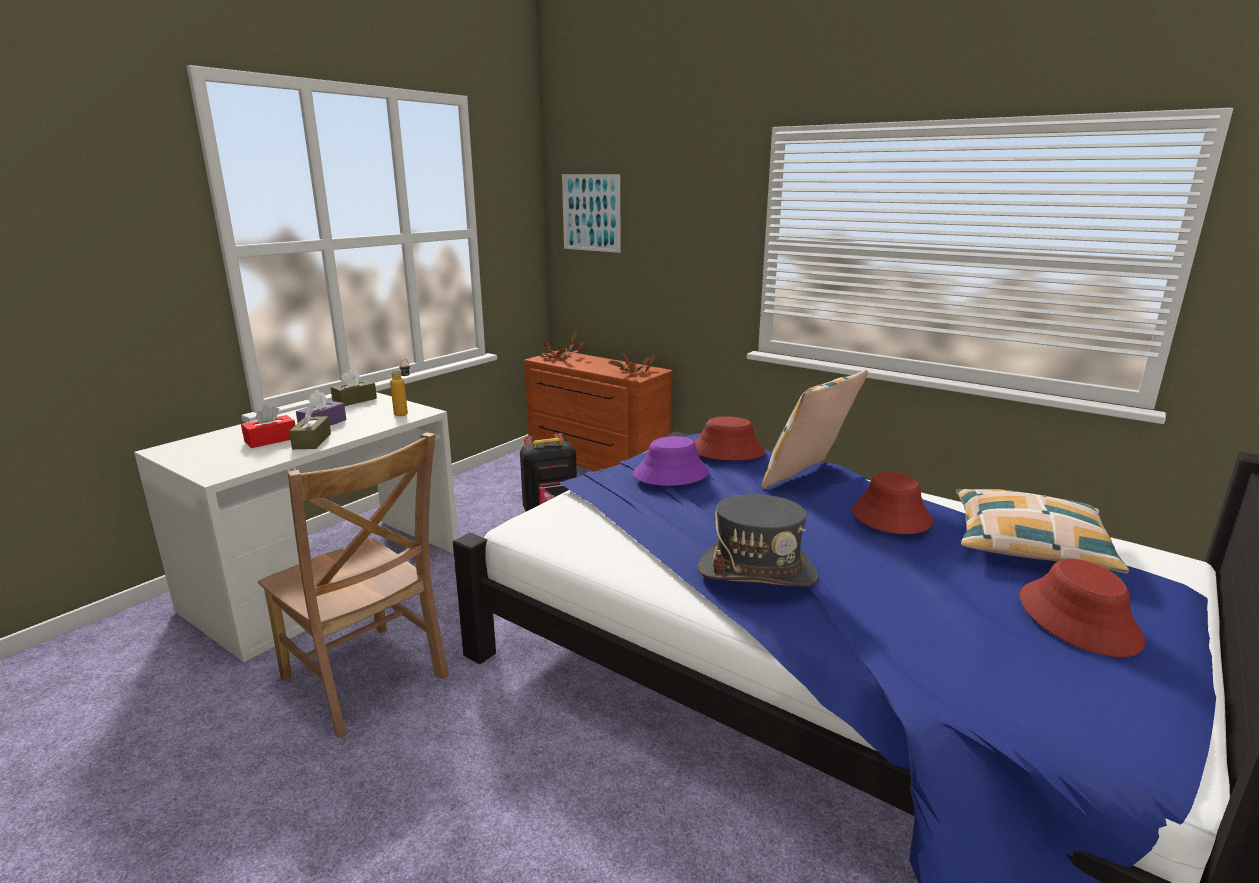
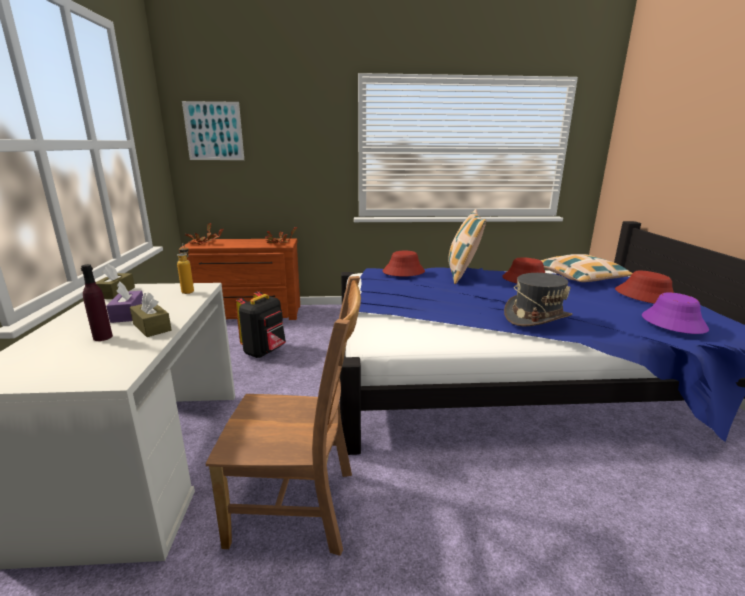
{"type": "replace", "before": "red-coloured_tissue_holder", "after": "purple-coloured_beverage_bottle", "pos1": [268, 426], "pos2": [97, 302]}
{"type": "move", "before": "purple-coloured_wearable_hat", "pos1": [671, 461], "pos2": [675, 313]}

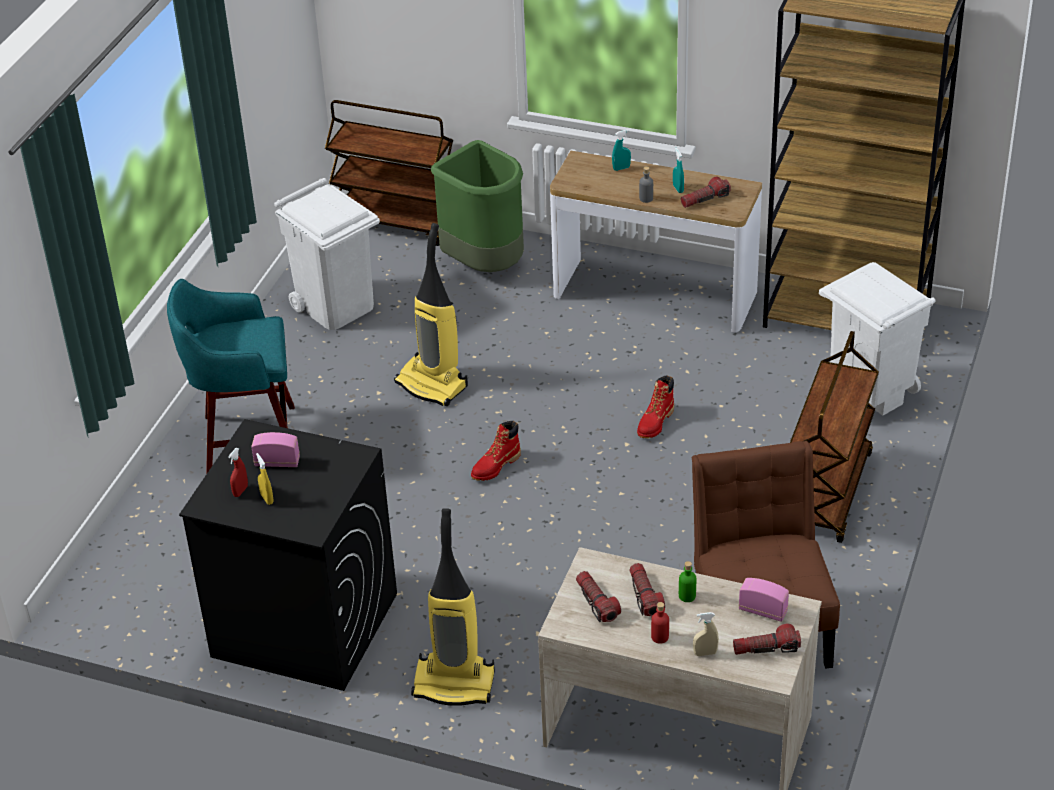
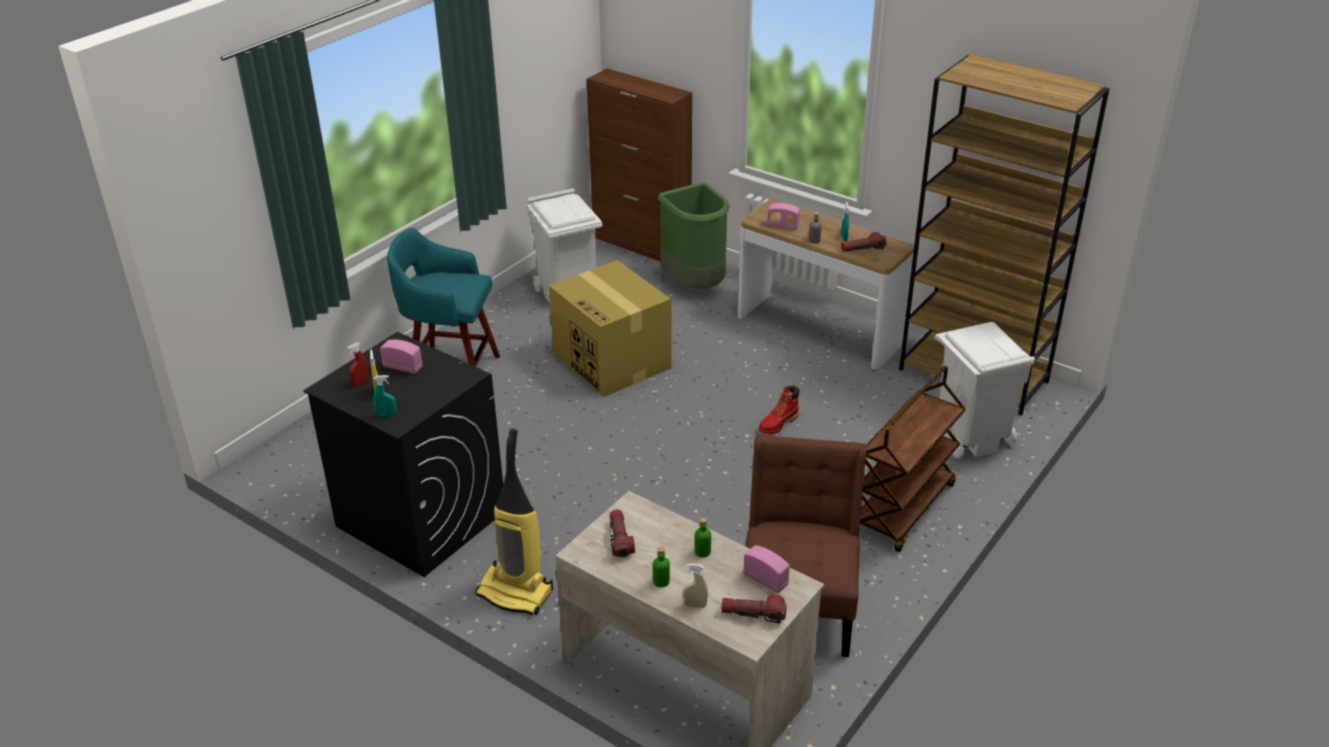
{"type": "replace", "before": "brownish_trolley", "after": "brownish_cupboard", "pos1": [389, 173], "pos2": [639, 165]}
{"type": "move", "before": "blue-green_hand_sprayer", "pos1": [621, 150], "pos2": [385, 396]}
{"type": "replace", "before": "vacuum_cleaner", "after": "packing_box", "pos1": [431, 314], "pos2": [610, 328]}
{"type": "delete", "before": "red-coloured_tall_boot", "pos1": [496, 451]}
{"type": "delete", "before": "flashlight", "pos1": [647, 589]}
{"type": "recolor", "before": "red-coloured_beverage_bottle", "after": "greenish_beverage_bottle", "pos1": [660, 623], "pos2": [661, 567]}
{"type": "insert", "after": "radio", "pos2": [783, 216]}

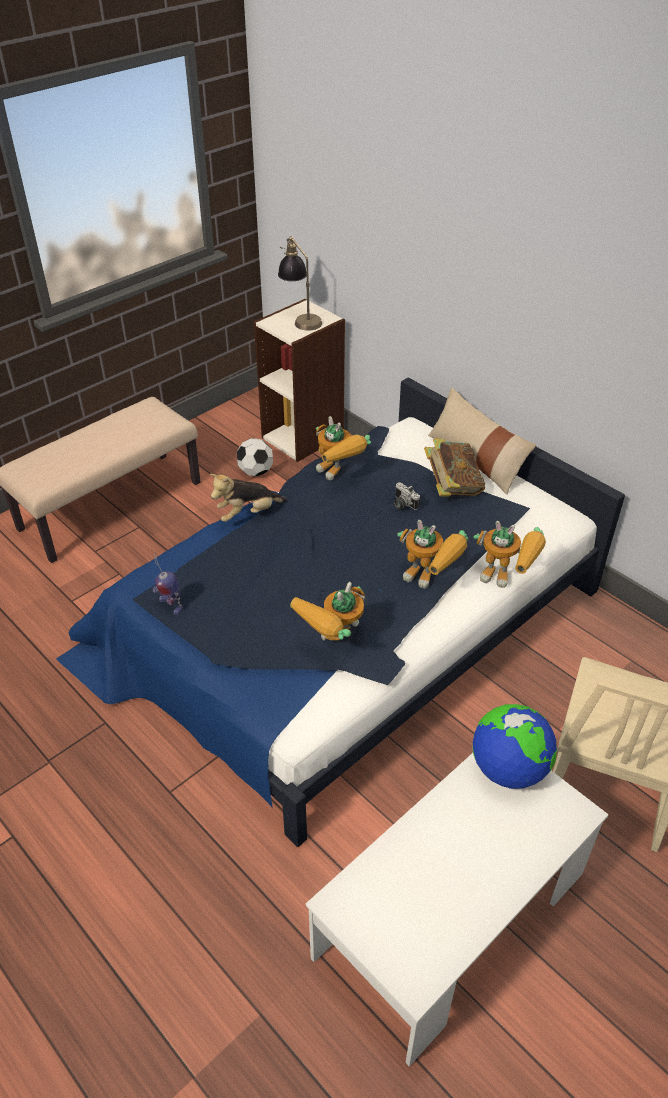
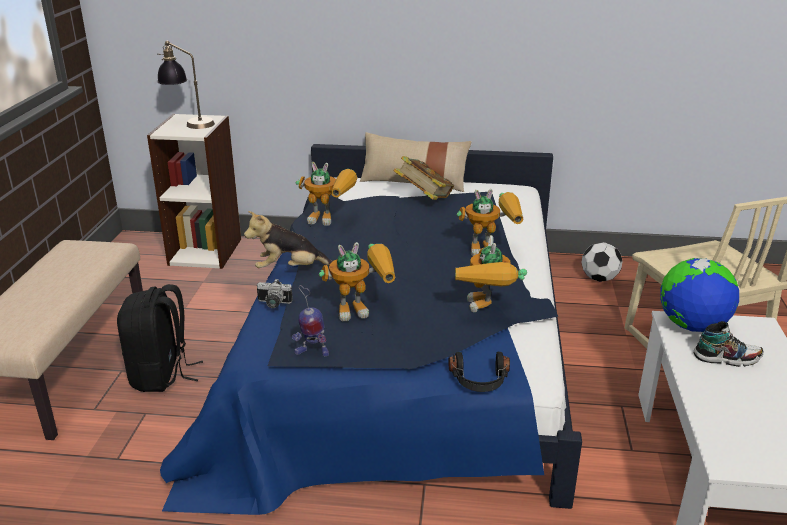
{"type": "move", "before": "football_ball", "pos1": [255, 457], "pos2": [602, 262]}
{"type": "rotate", "before": "soft_toy", "pos1": [248, 498], "pos2": [288, 239], "turn": 60}
{"type": "move", "before": "photo_camera", "pos1": [407, 496], "pos2": [275, 293]}
{"type": "move", "before": "toy_robot", "pos1": [510, 554], "pos2": [357, 281]}
{"type": "insert", "after": "blackish_rucksack", "pos2": [160, 338]}
{"type": "insert", "after": "low_shoe", "pos2": [729, 344]}
{"type": "insert", "after": "blackish_pair_of_headphones", "pos2": [479, 372]}

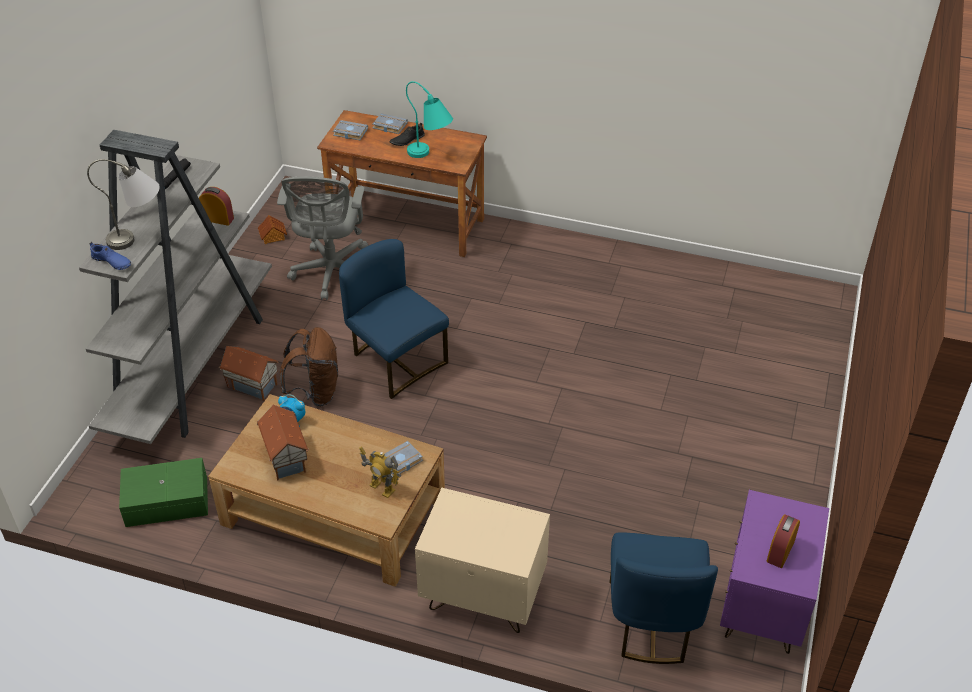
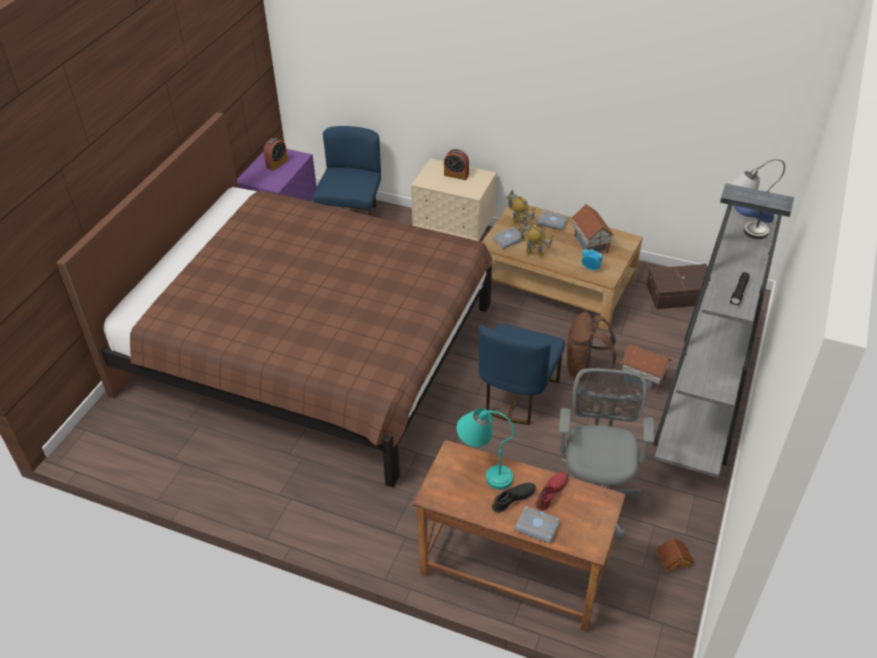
{"type": "move", "before": "gray_book", "pos1": [350, 130], "pos2": [553, 220]}
{"type": "move", "before": "table_clock", "pos1": [216, 206], "pos2": [456, 164]}
{"type": "rotate", "before": "blue-coloured_upright_chair", "pos1": [394, 319], "pos2": [522, 374], "turn": 60}
{"type": "recolor", "before": "greenish_storage_bin", "after": "brownish_storage_bin", "pos1": [163, 492], "pos2": [677, 286]}
{"type": "insert", "after": "brownish_sleeping_bed", "pos2": [274, 299]}
{"type": "insert", "after": "toy_robot", "pos2": [536, 240]}
{"type": "insert", "after": "red-coloured_low_shoe", "pos2": [552, 491]}

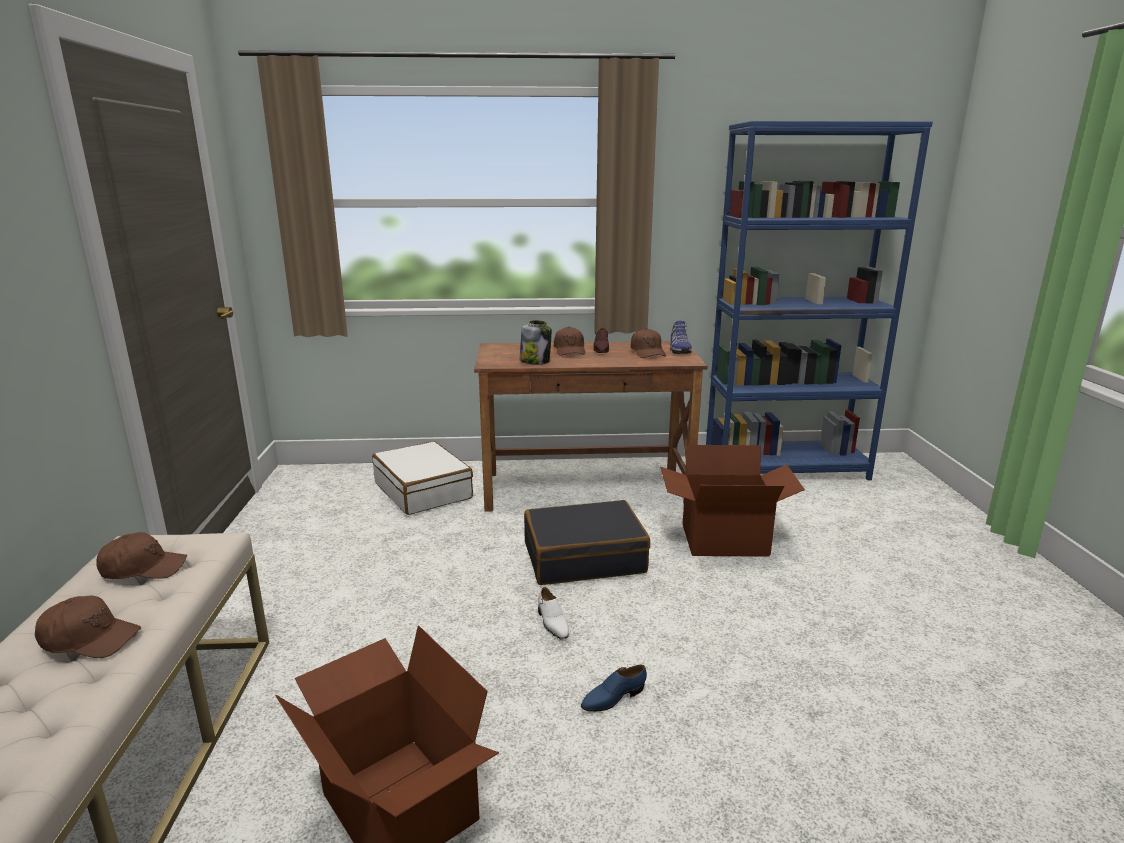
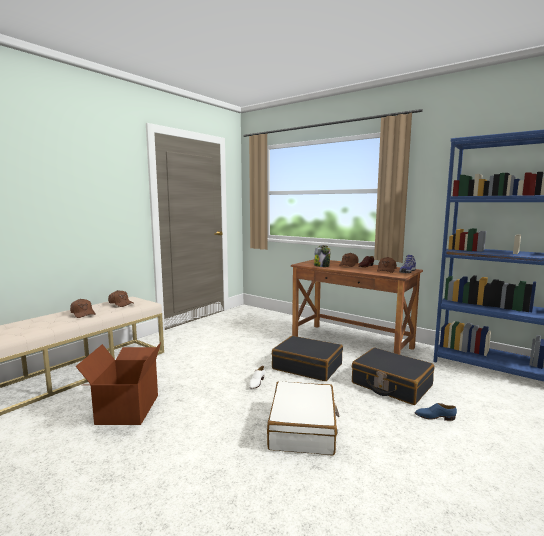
{"type": "move", "before": "whitish_suitcase", "pos1": [422, 478], "pos2": [303, 418]}
{"type": "replace", "before": "packing_box", "after": "blackish_suitcase", "pos1": [732, 501], "pos2": [393, 376]}
{"type": "move", "before": "blue-coloured_low_shoe", "pos1": [614, 688], "pos2": [436, 412]}

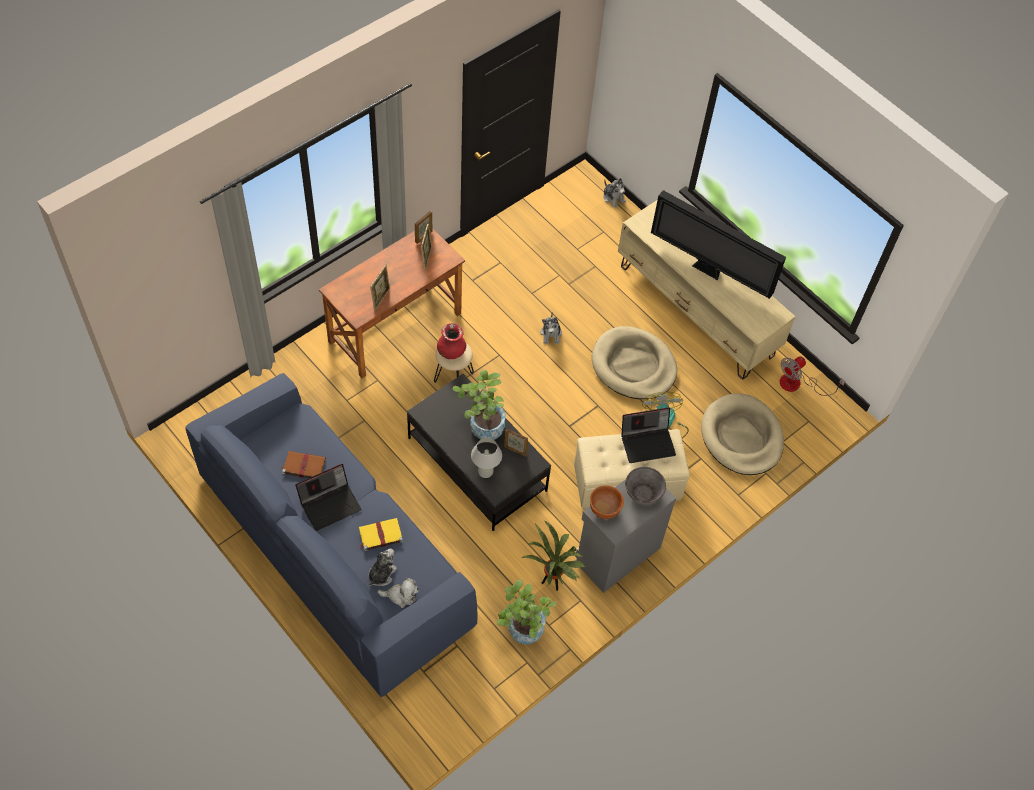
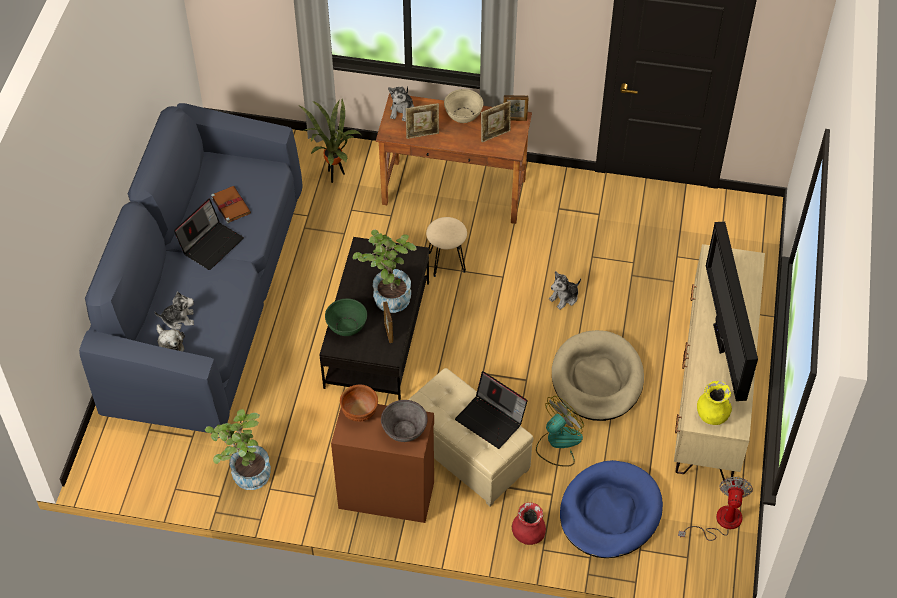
{"type": "move", "before": "soft_toy", "pos1": [614, 193], "pos2": [401, 104]}
{"type": "move", "before": "red-coloured_flower_vase", "pos1": [451, 341], "pos2": [529, 523]}
{"type": "rotate", "before": "cooling_fan", "pos1": [812, 376], "pos2": [715, 509], "turn": 90}
{"type": "recolor", "before": "beige-coloured_dog_bed", "after": "blue-coloured_dog_bed", "pos1": [742, 434], "pos2": [611, 509]}
{"type": "replace", "before": "whitish_lamp_for_a_table", "after": "greenish_bowl", "pos1": [486, 457], "pos2": [346, 317]}
{"type": "rotate", "before": "laptop", "pos1": [329, 497], "pos2": [209, 234], "turn": -75}
{"type": "recolor", "before": "gray_cupboard", "after": "brownish_cupboard", "pos1": [625, 529], "pos2": [382, 463]}
{"type": "delete", "before": "yellow-coloured_book", "pos1": [381, 534]}
{"type": "move", "before": "potted_plant", "pos1": [553, 555], "pos2": [330, 141]}
{"type": "insert", "after": "beige-coloured_bowl", "pos2": [463, 106]}
{"type": "insert", "after": "yellow-coloured_flower_vase", "pos2": [714, 403]}

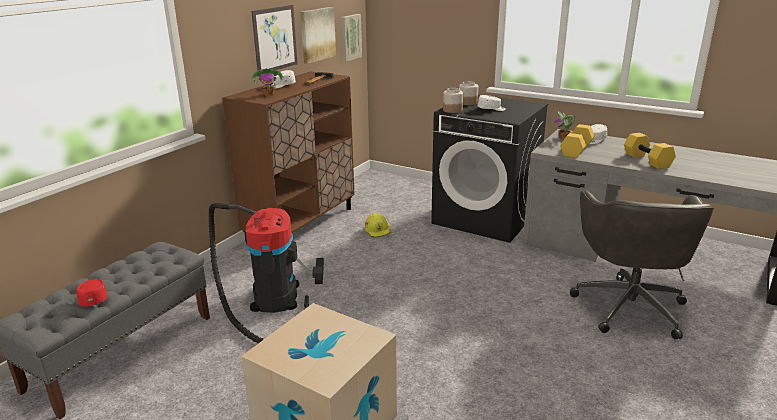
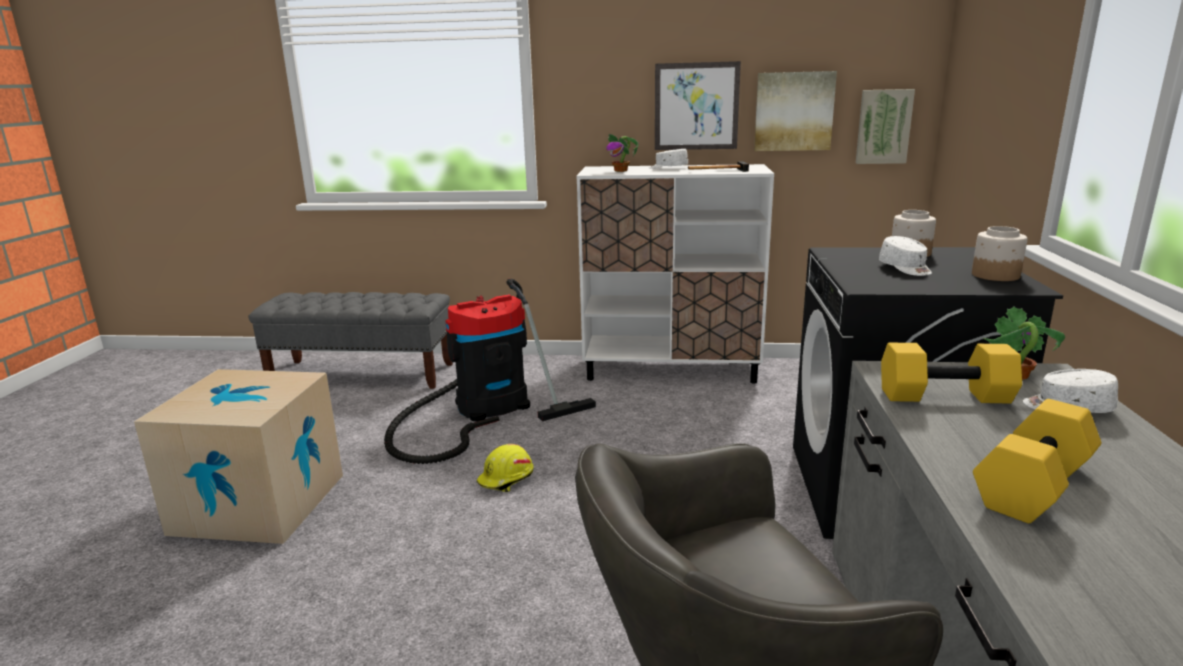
{"type": "recolor", "before": "brownish_cupboard", "after": "whitish_cupboard", "pos1": [288, 157], "pos2": [675, 274]}
{"type": "move", "before": "jar", "pos1": [453, 100], "pos2": [999, 253]}
{"type": "move", "before": "yellow-coloured_safety_helmet", "pos1": [378, 225], "pos2": [505, 468]}
{"type": "delete", "before": "red-coloured_peaked_cap", "pos1": [91, 292]}

